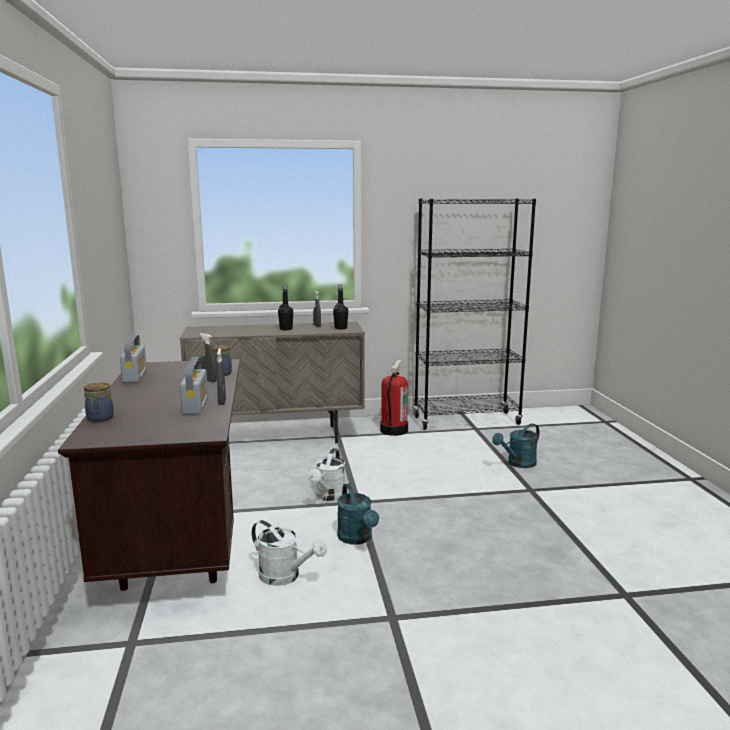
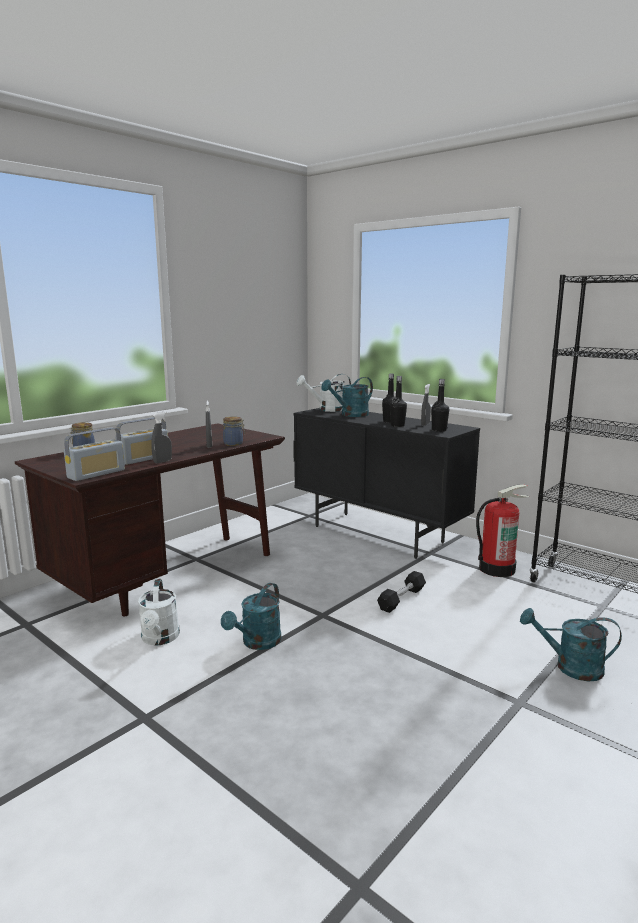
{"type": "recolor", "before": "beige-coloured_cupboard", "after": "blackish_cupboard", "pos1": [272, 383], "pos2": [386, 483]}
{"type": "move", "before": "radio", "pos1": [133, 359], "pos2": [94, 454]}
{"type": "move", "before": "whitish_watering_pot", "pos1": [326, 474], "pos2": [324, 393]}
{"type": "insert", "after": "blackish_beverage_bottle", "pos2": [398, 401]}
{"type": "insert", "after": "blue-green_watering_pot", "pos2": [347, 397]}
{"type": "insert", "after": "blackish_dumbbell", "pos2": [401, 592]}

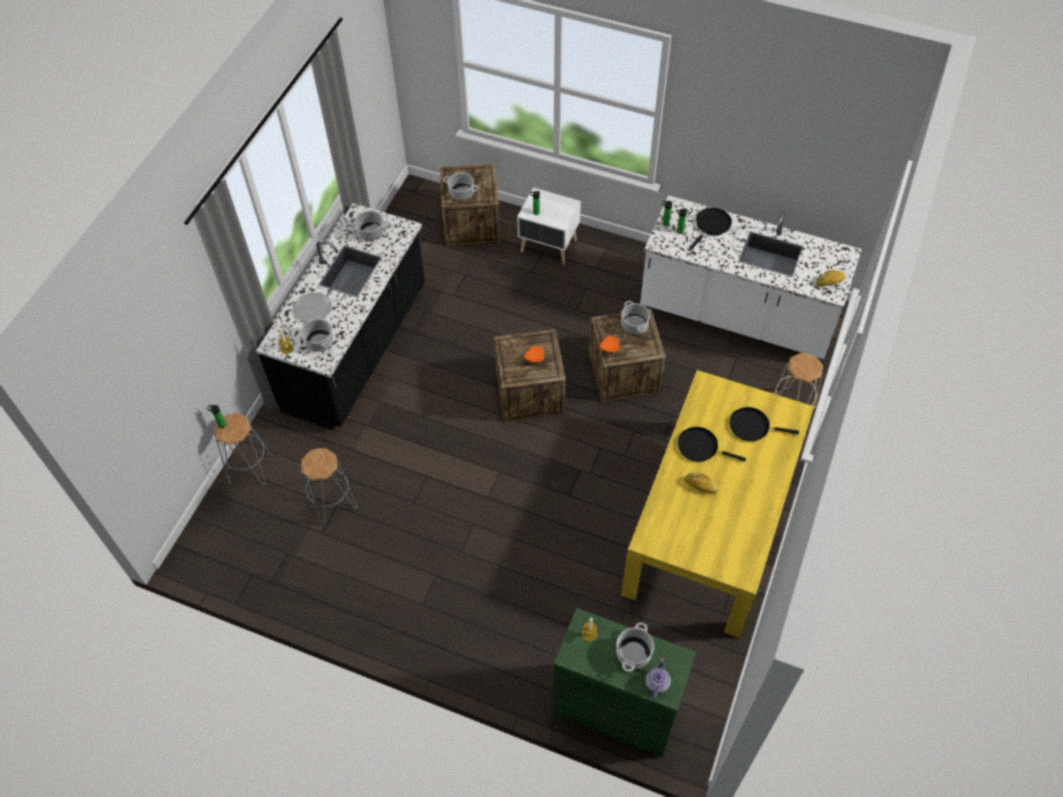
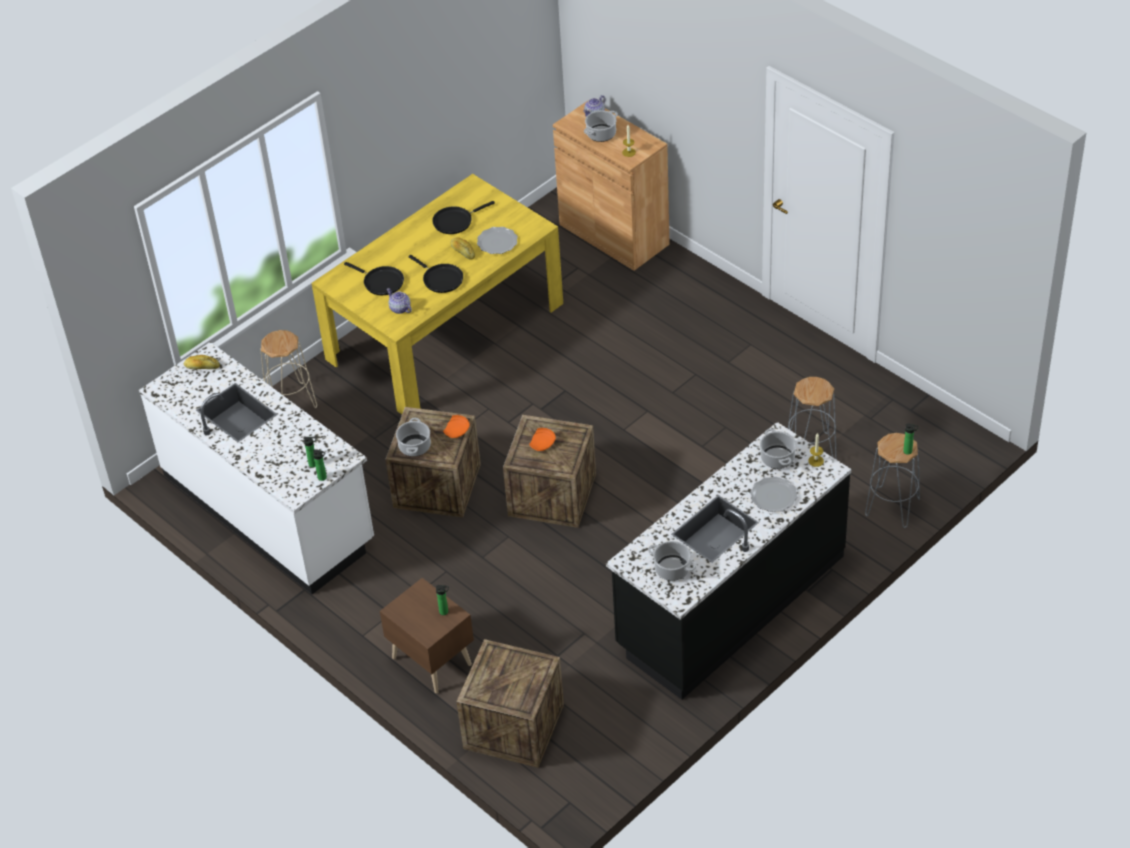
{"type": "delete", "before": "cooking_pot", "pos1": [460, 186]}
{"type": "recolor", "before": "whitish_bedside_table", "after": "brownish_bedside_table", "pos1": [549, 226], "pos2": [427, 635]}
{"type": "move", "before": "blackish_pan", "pos1": [711, 228], "pos2": [463, 217]}
{"type": "recolor", "before": "greenish_cupboard", "after": "brownish_cupboard", "pos1": [624, 682], "pos2": [611, 185]}
{"type": "insert", "after": "flat_dish", "pos2": [497, 240]}
{"type": "insert", "after": "tea_pot", "pos2": [399, 301]}

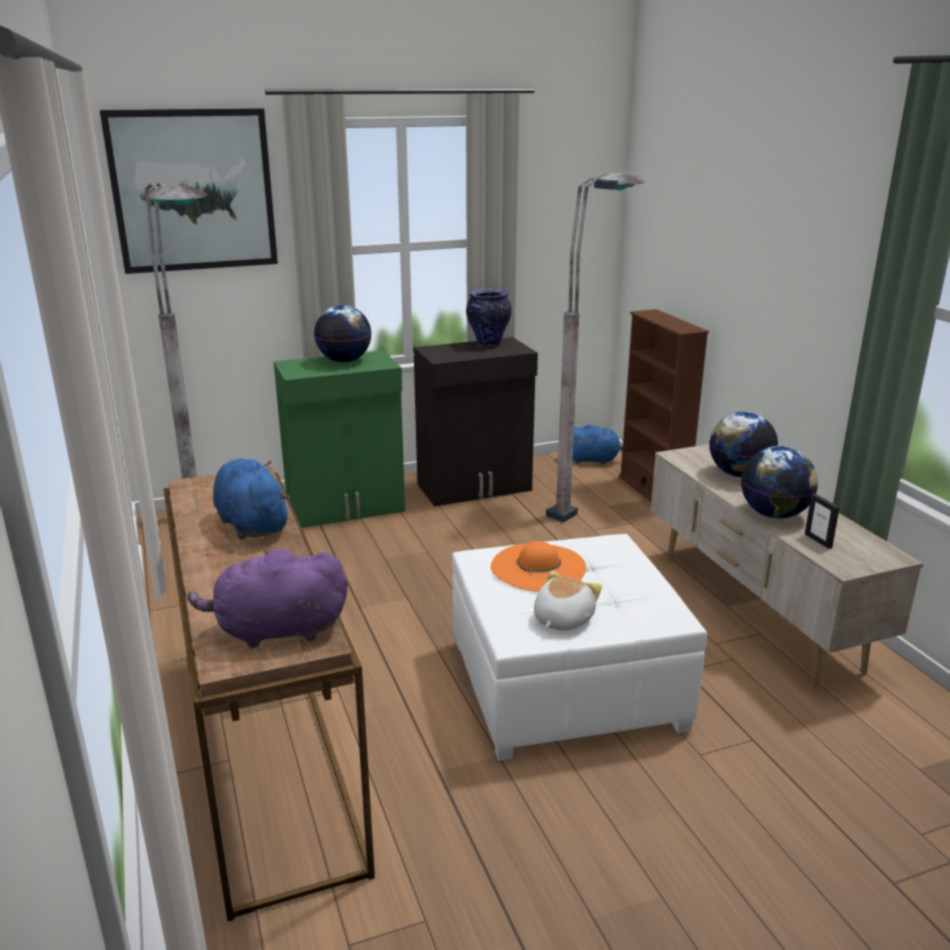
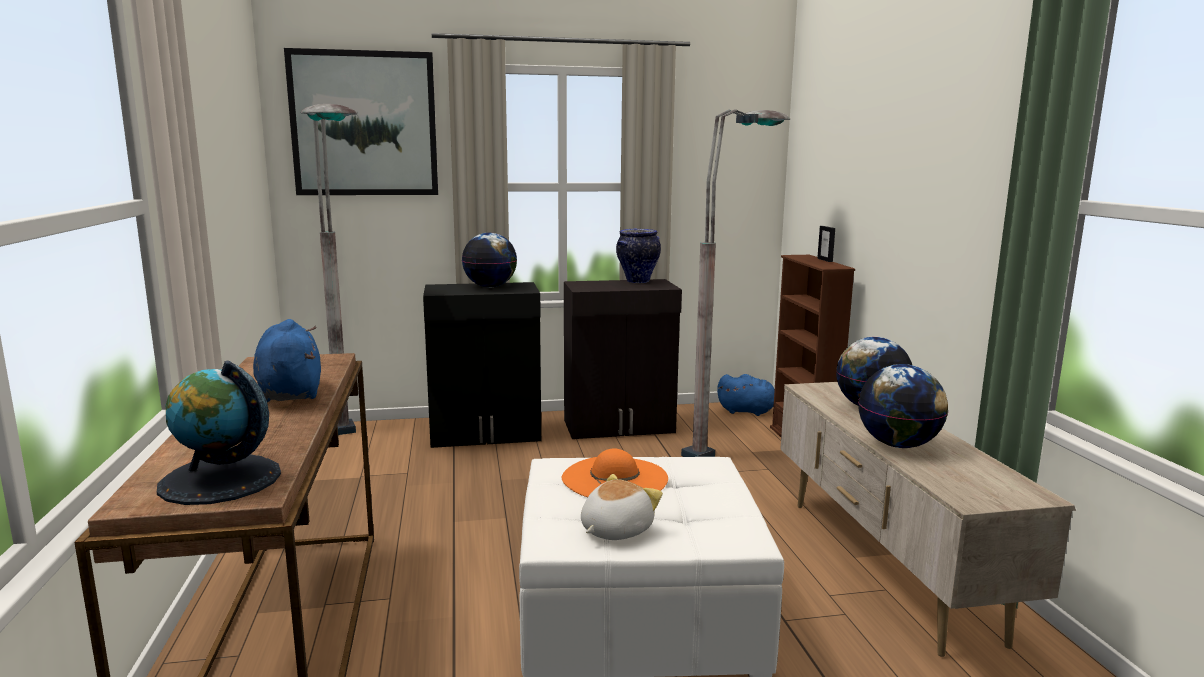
{"type": "recolor", "before": "greenish_cupboard", "after": "blackish_cupboard", "pos1": [339, 439], "pos2": [482, 365]}
{"type": "move", "before": "photo_frame", "pos1": [822, 521], "pos2": [826, 244]}
{"type": "replace", "before": "purple-coloured_soft_toy", "after": "world_globe", "pos1": [267, 598], "pos2": [219, 433]}

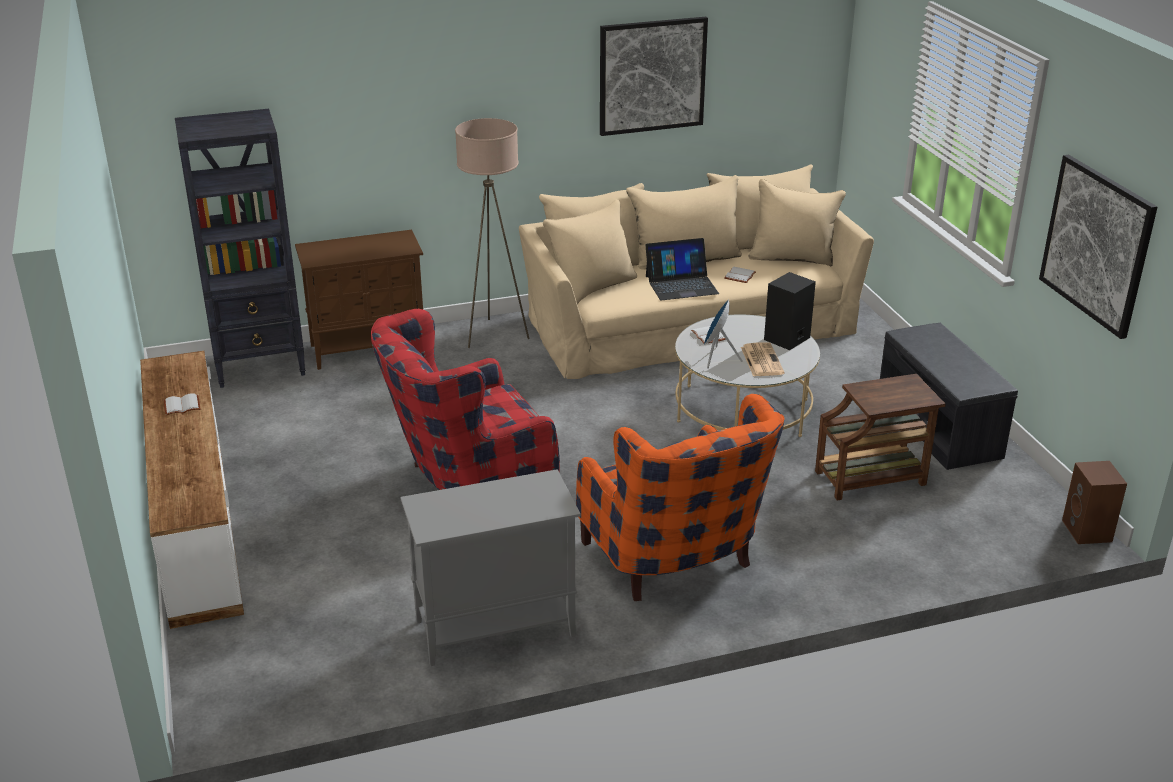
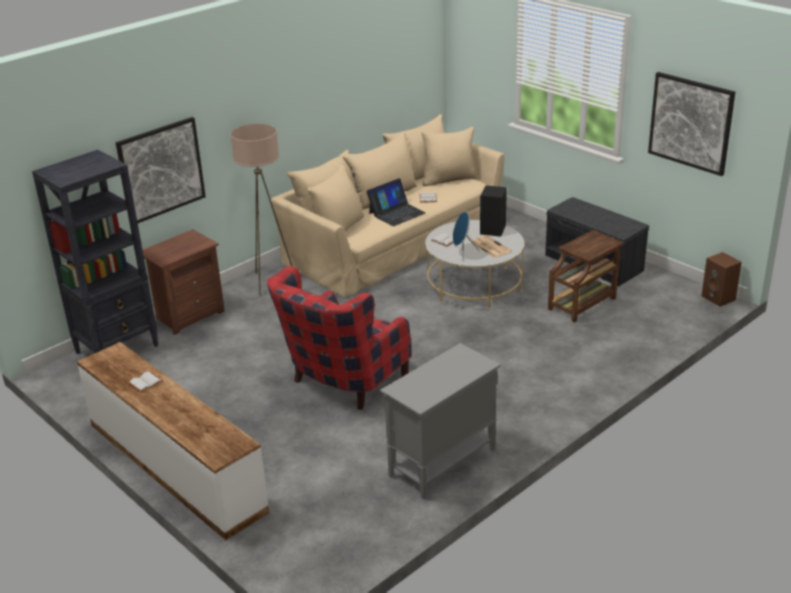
{"type": "move", "before": "wall_picture", "pos1": [654, 76], "pos2": [161, 170]}
{"type": "replace", "before": "brownish_cupboard", "after": "brownish_bedside_table", "pos1": [359, 300], "pos2": [184, 282]}
{"type": "delete", "before": "orange-coloured_lounge_chair", "pos1": [680, 497]}

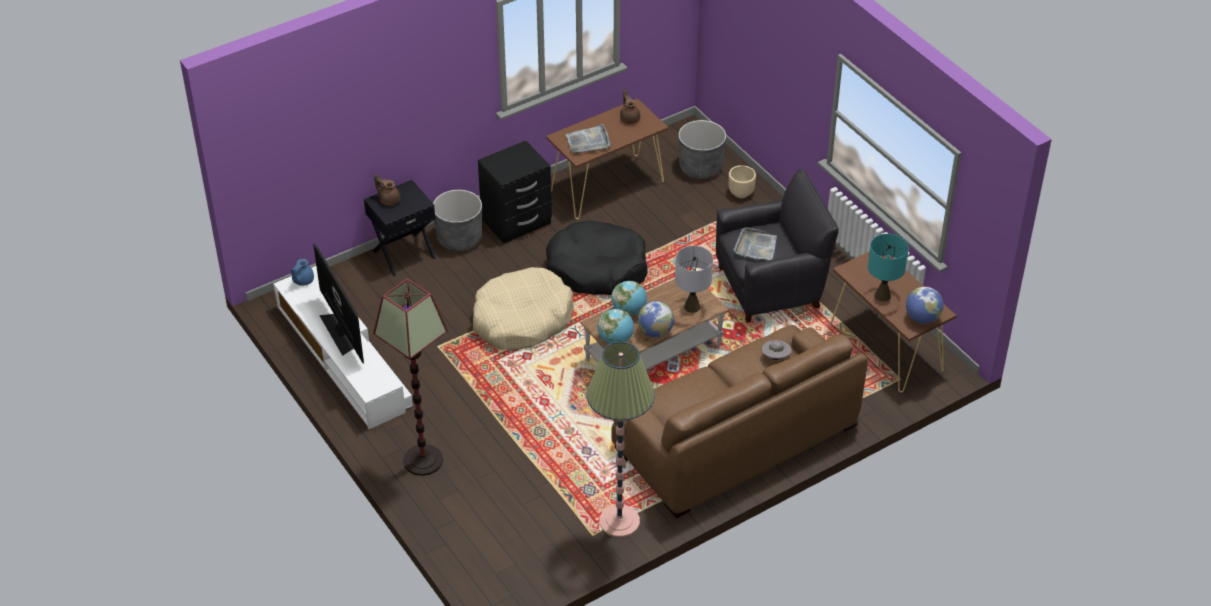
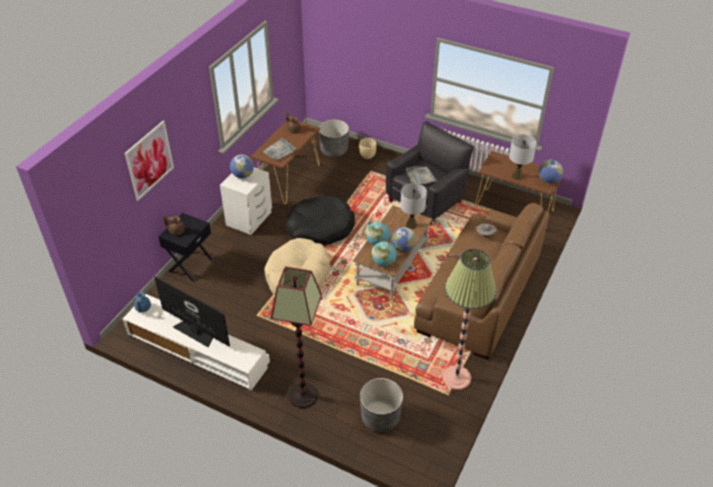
{"type": "recolor", "before": "blackish_bedside_table", "after": "whitish_bedside_table", "pos1": [515, 192], "pos2": [246, 201]}
{"type": "move", "before": "gray_planter", "pos1": [457, 220], "pos2": [381, 405]}
{"type": "recolor", "before": "blue-green_lamp_for_a_table", "after": "gray_lamp_for_a_table", "pos1": [888, 268], "pos2": [523, 157]}
{"type": "insert", "after": "wall_picture", "pos2": [149, 161]}
{"type": "insert", "after": "world_globe", "pos2": [242, 166]}

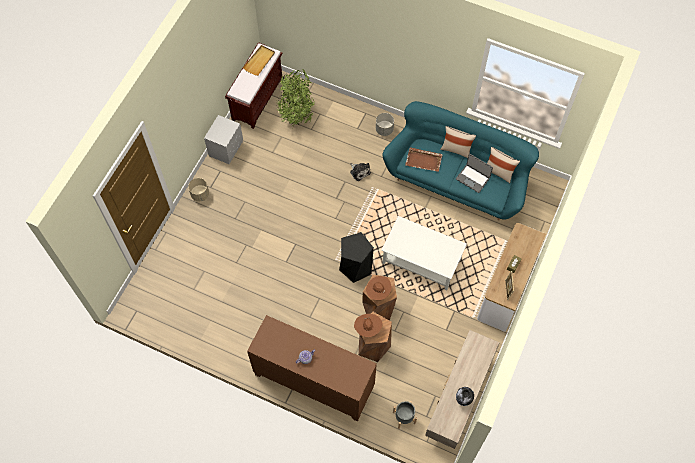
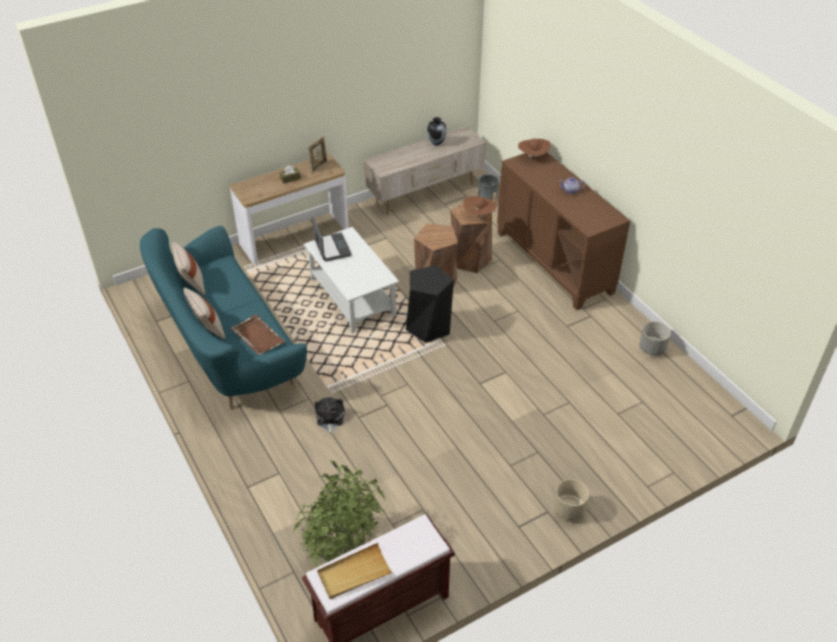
{"type": "move", "before": "gray_planter", "pos1": [385, 124], "pos2": [655, 338]}
{"type": "delete", "before": "gray_bedside_table", "pos1": [223, 139]}
{"type": "move", "before": "laptop", "pos1": [474, 173], "pos2": [331, 239]}
{"type": "move", "before": "brownish_wearable_hat", "pos1": [379, 288], "pos2": [534, 148]}

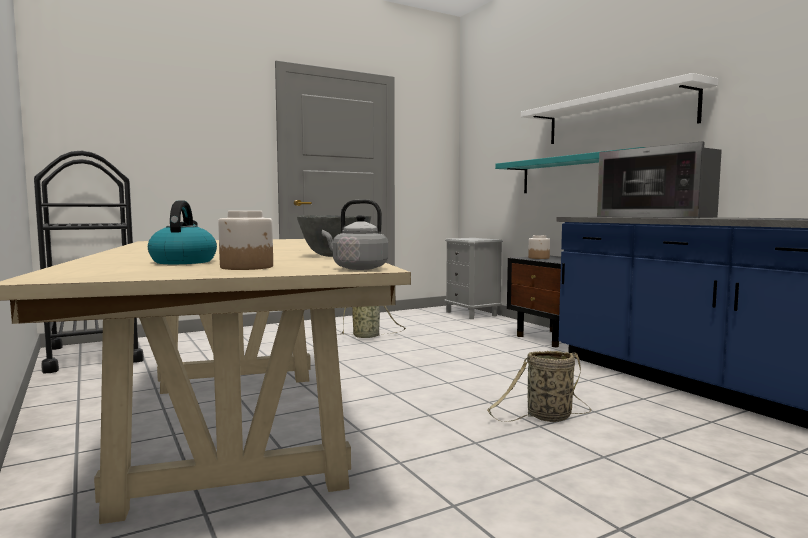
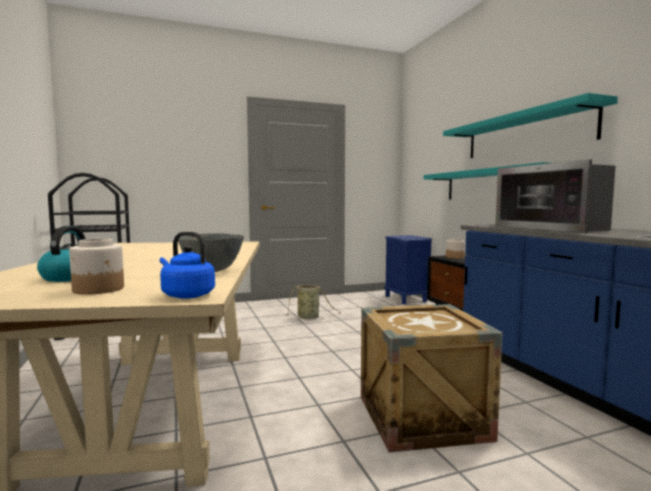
{"type": "recolor", "before": "whitish_bracket_shelf", "after": "blue-green_bracket_shelf", "pos1": [619, 108], "pos2": [530, 125]}
{"type": "recolor", "before": "gray_kettle", "after": "blue-coloured_kettle", "pos1": [355, 234], "pos2": [187, 265]}
{"type": "recolor", "before": "gray_bedside_table", "after": "blue-coloured_bedside_table", "pos1": [473, 278], "pos2": [408, 269]}
{"type": "replace", "before": "storage_basket", "after": "shipping_crate", "pos1": [539, 386], "pos2": [431, 378]}

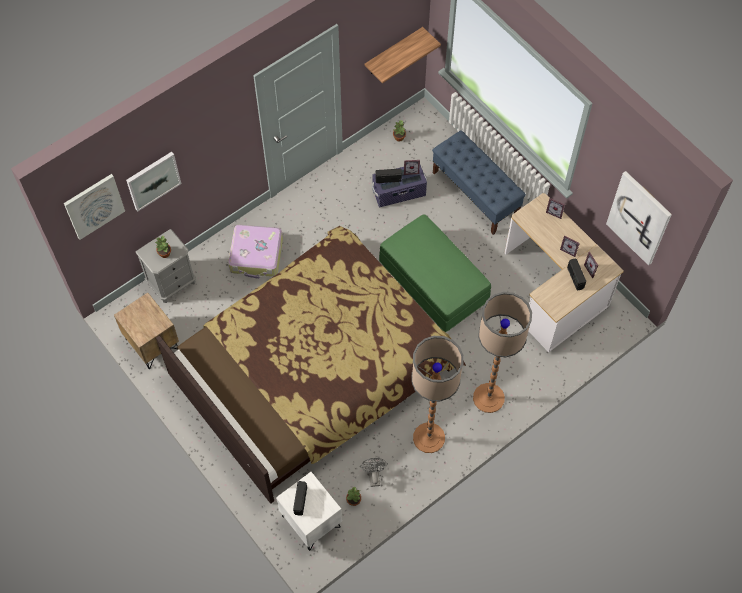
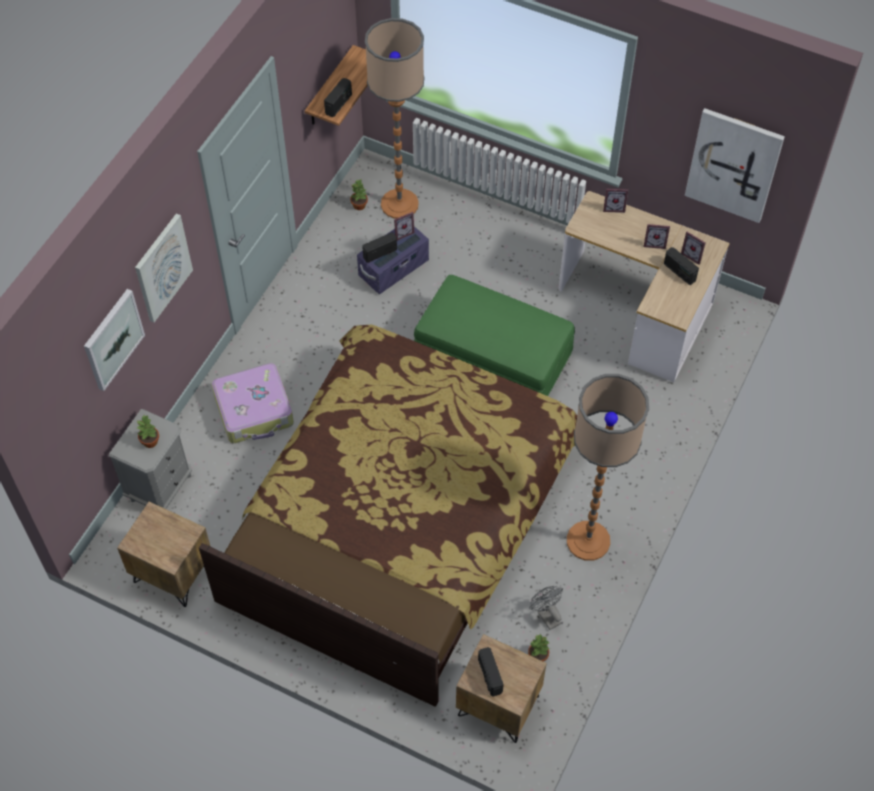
{"type": "delete", "before": "blue-coloured_bench", "pos1": [479, 182]}
{"type": "move", "before": "wall_picture", "pos1": [94, 207], "pos2": [164, 268]}
{"type": "move", "before": "floor_lamp", "pos1": [502, 352], "pos2": [394, 118]}
{"type": "recolor", "before": "whitish_bedside_table", "after": "brownish_bedside_table", "pos1": [309, 511], "pos2": [501, 688]}
{"type": "insert", "after": "radio", "pos2": [338, 97]}

